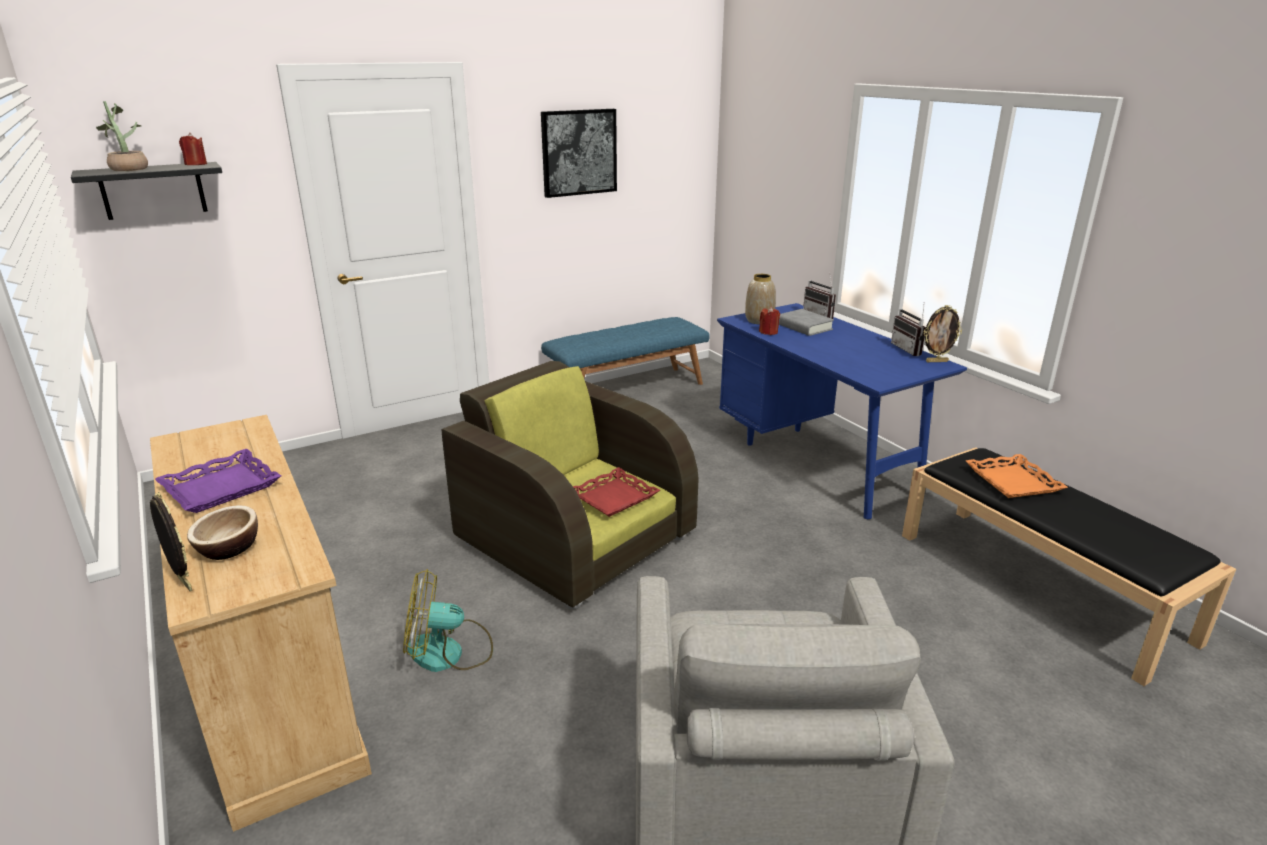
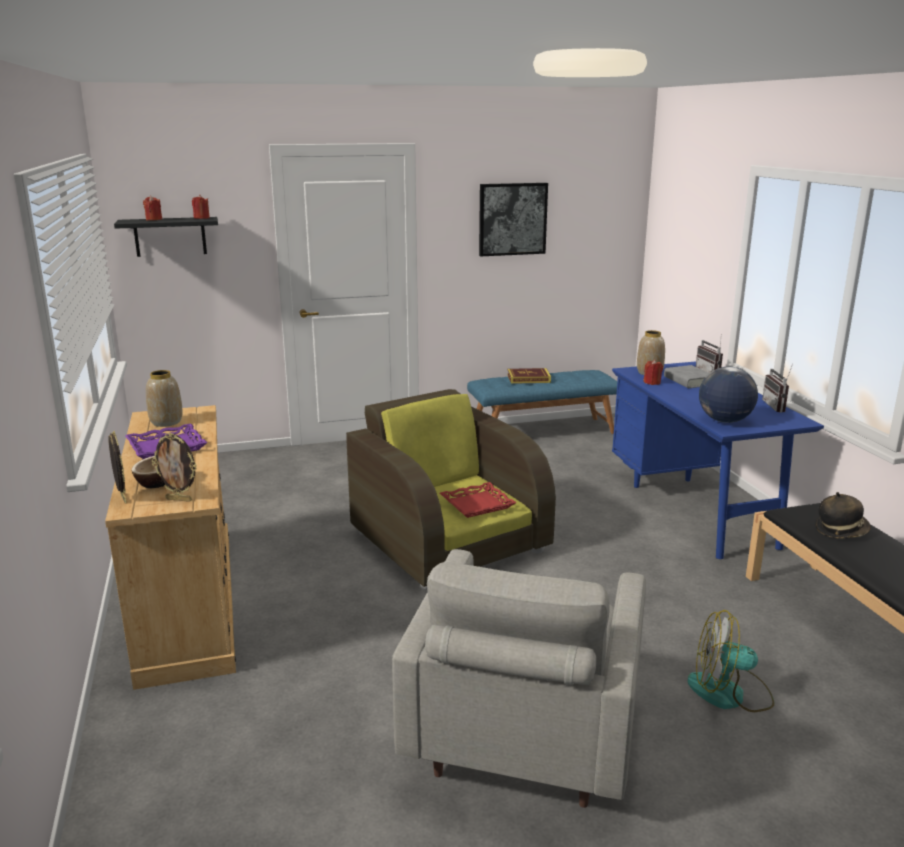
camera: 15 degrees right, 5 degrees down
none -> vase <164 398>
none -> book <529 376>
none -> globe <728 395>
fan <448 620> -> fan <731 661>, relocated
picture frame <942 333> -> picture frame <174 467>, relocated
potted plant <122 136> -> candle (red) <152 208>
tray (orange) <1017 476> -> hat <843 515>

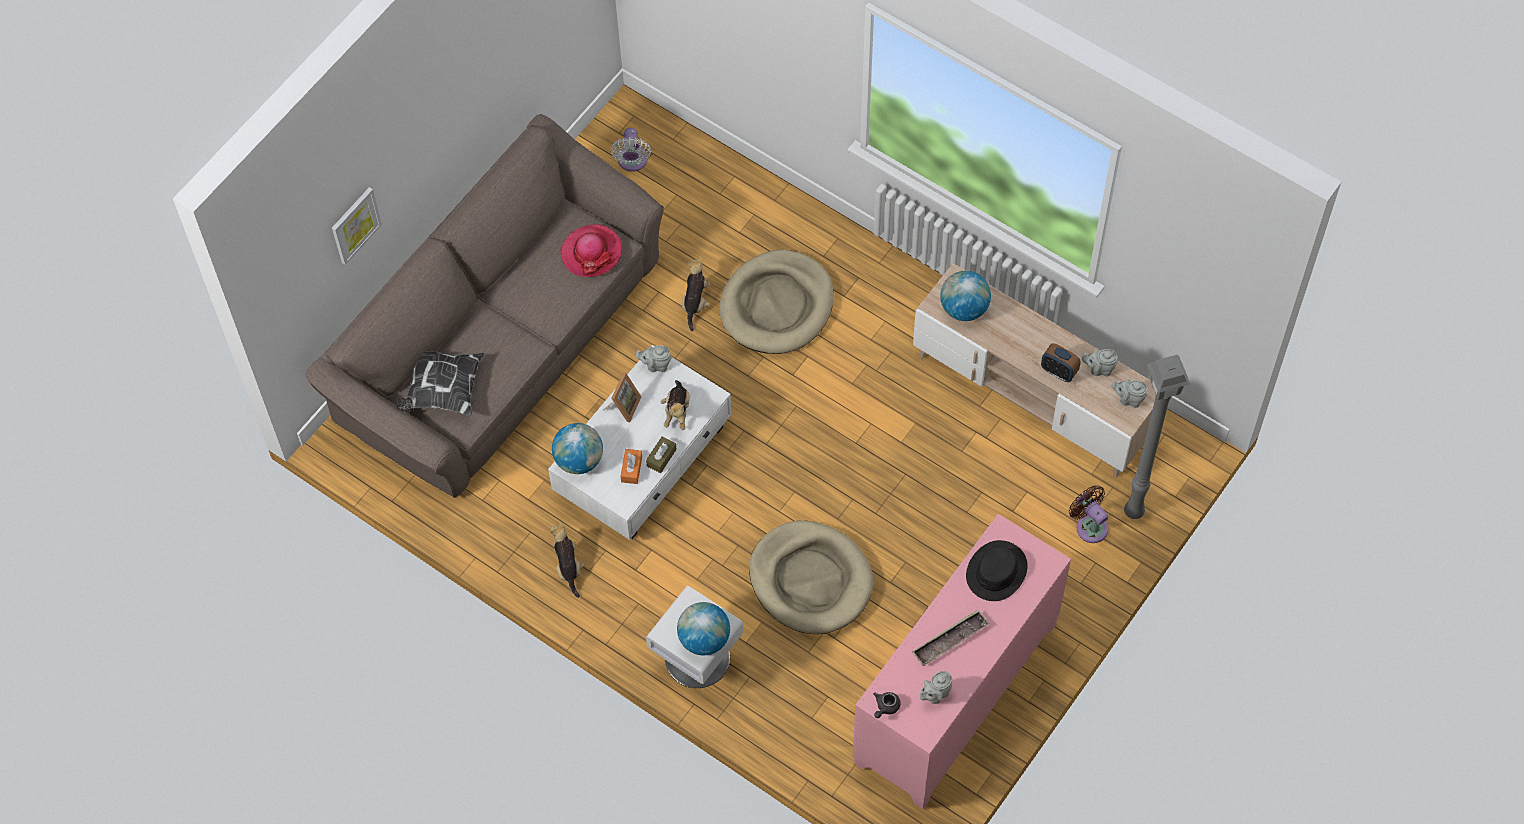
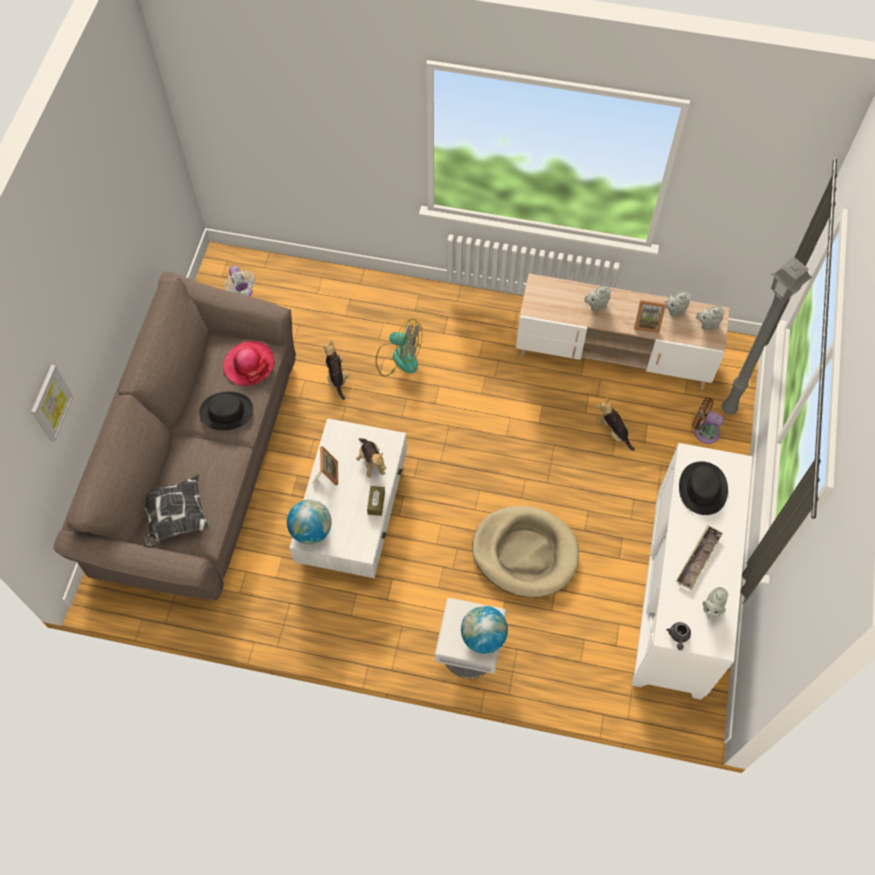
camera: 25 degrees left, 0 degrees up
tissue box (orange) <631 466> -> none
globe <965 296> -> none
none -> hat (black) <226 411>
plush toy <568 560> -> plush toy <615 424>, relocated
teapot (grey) <654 358> -> teapot (grey) <597 298>, relocated
dog bed (beige) <776 302> -> fan <399 348>
alarm clock <1061 362> -> picture frame <650 316>
cabinet (pink) <962 661> -> cabinet (white) <692 571>

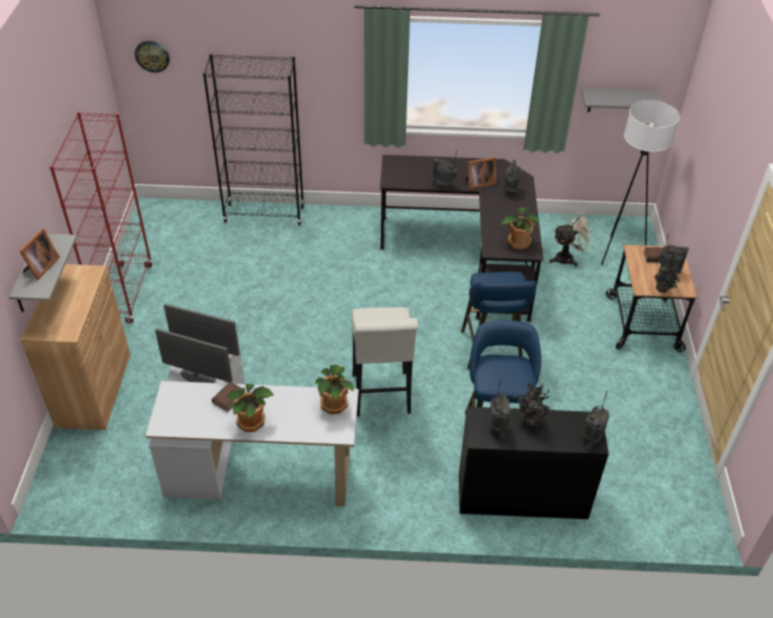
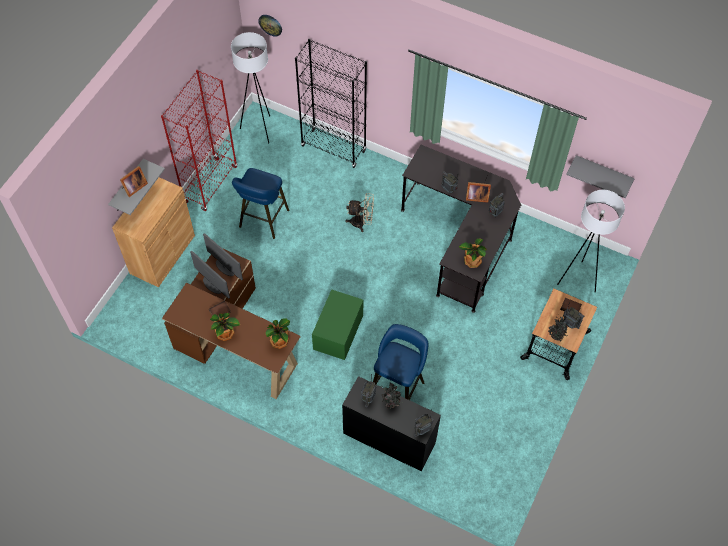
camera: 25 degrees right, 15 degrees up
none -> floor lamp (white) <250 88>
stool (blue) <499 321> -> stool (blue) <260 203>, relocated
fan (beige) <572 239> -> fan (beige) <359 212>, relocated
stool (white) <385 362> -> storage box (green) <337 324>
desk (white) <252 419> -> desk (brown) <231 323>

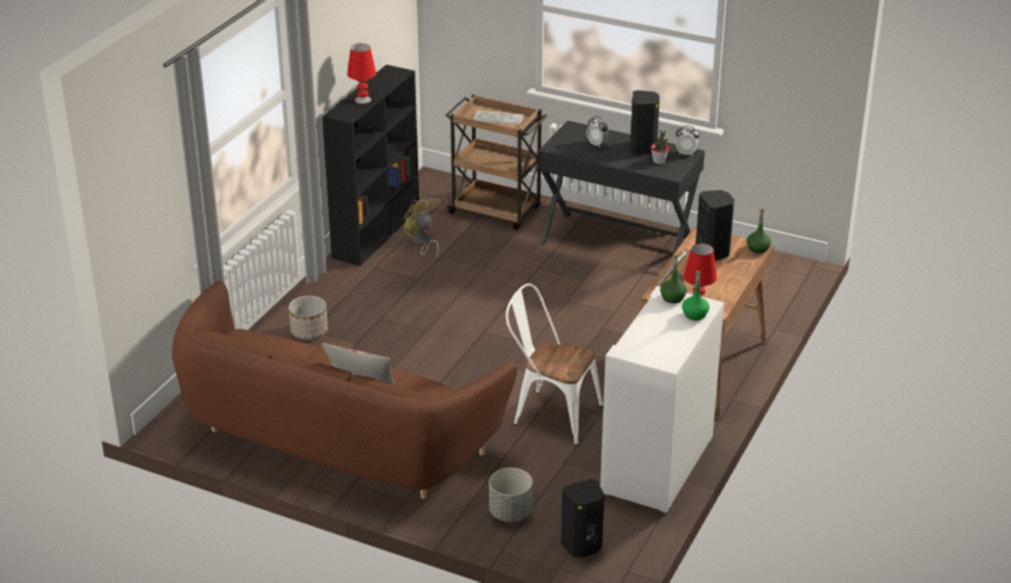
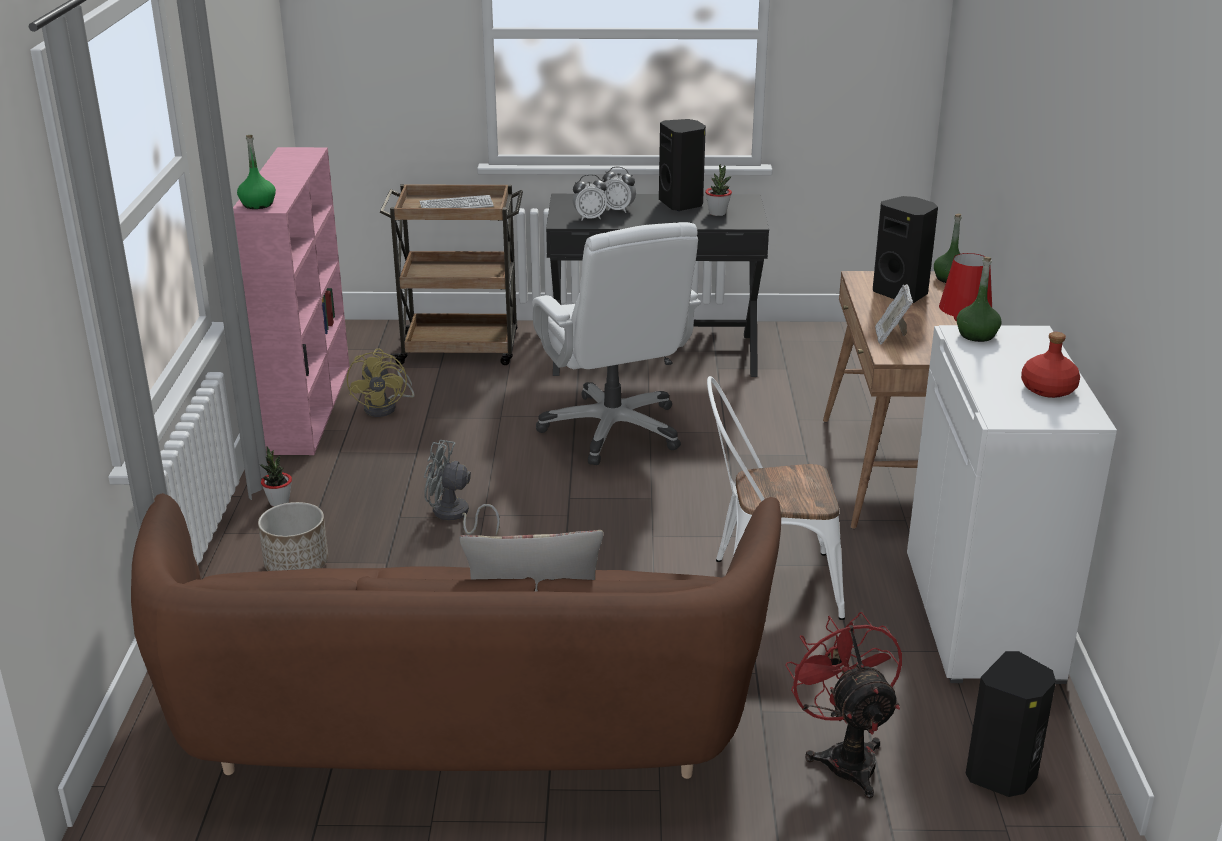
camera: 25 degrees left, 5 degrees down
table lamp (red) <361 73> -> none
none -> potted plant <276 476>
none -> fan (grey) <462 488>
none -> office chair (white) <616 343>
none -> bottle (red) <1050 365>
alarm clock <687 141> -> alarm clock <590 197>, relocated
bottle (green) <695 295> -> bottle (green) <256 172>, relocated
planter (grey) <511 495> -> fan (red) <844 705>
bookcase (black) <370 165> -> bookcase (pink) <291 301>
fan (yellow) <421 228> -> fan (yellow) <380 382>, 105 degrees counterclockwise

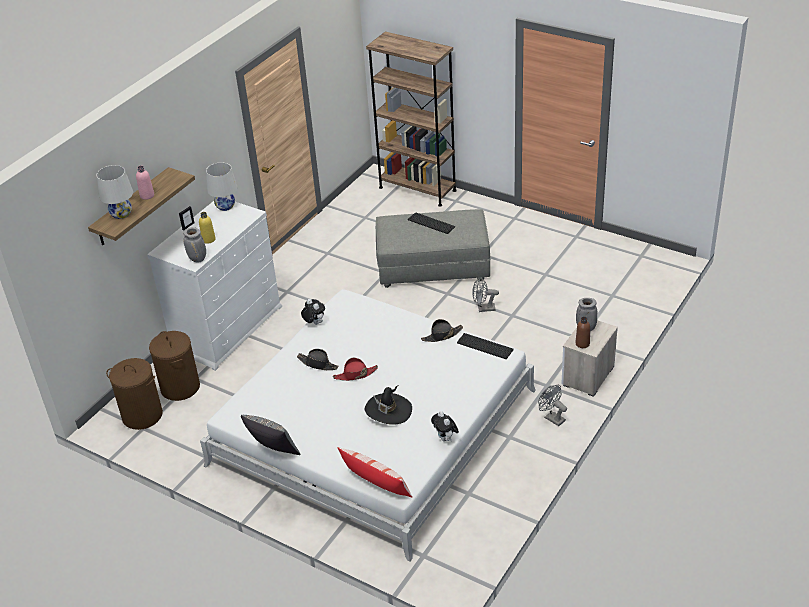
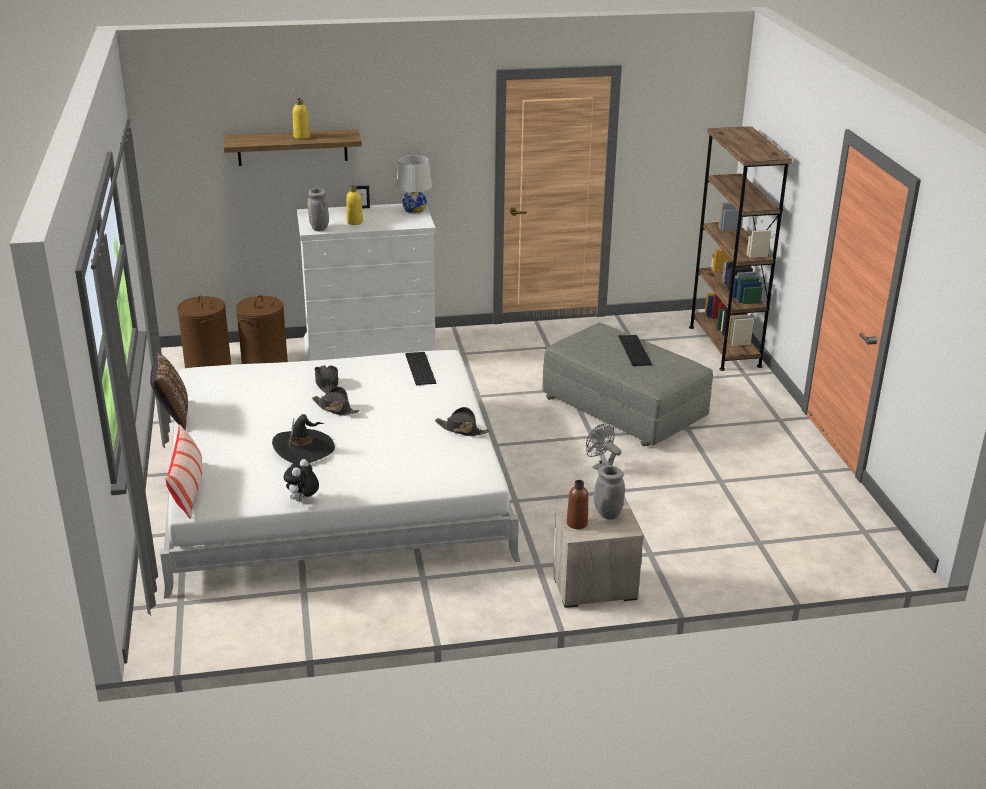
camera: 45 degrees right, 10 degrees down
table lamp (white) <114 192> -> none
plush toy <313 312> -> none
fan (grey) <552 405> -> none
keyboard <485 346> -> keyboard <420 369>, relocated
bottle (pink) <145 183> -> bottle (yellow) <301 118>
pillow (grey) <271 435> -> pillow (brown) <169 391>
hat (red) <355 369> -> hat (black) <336 401>

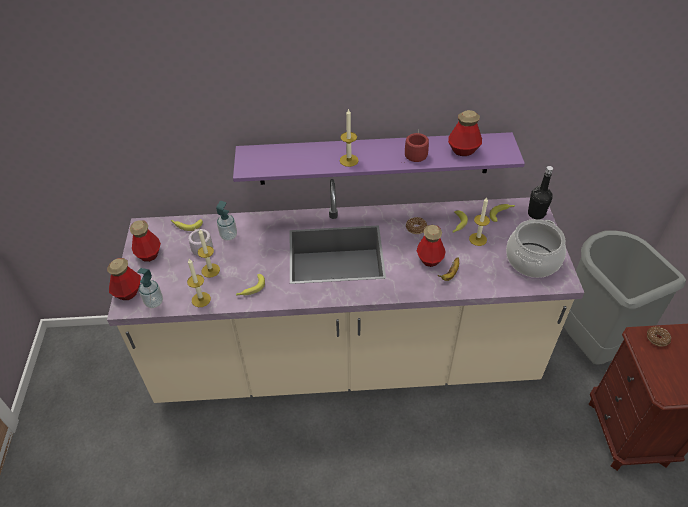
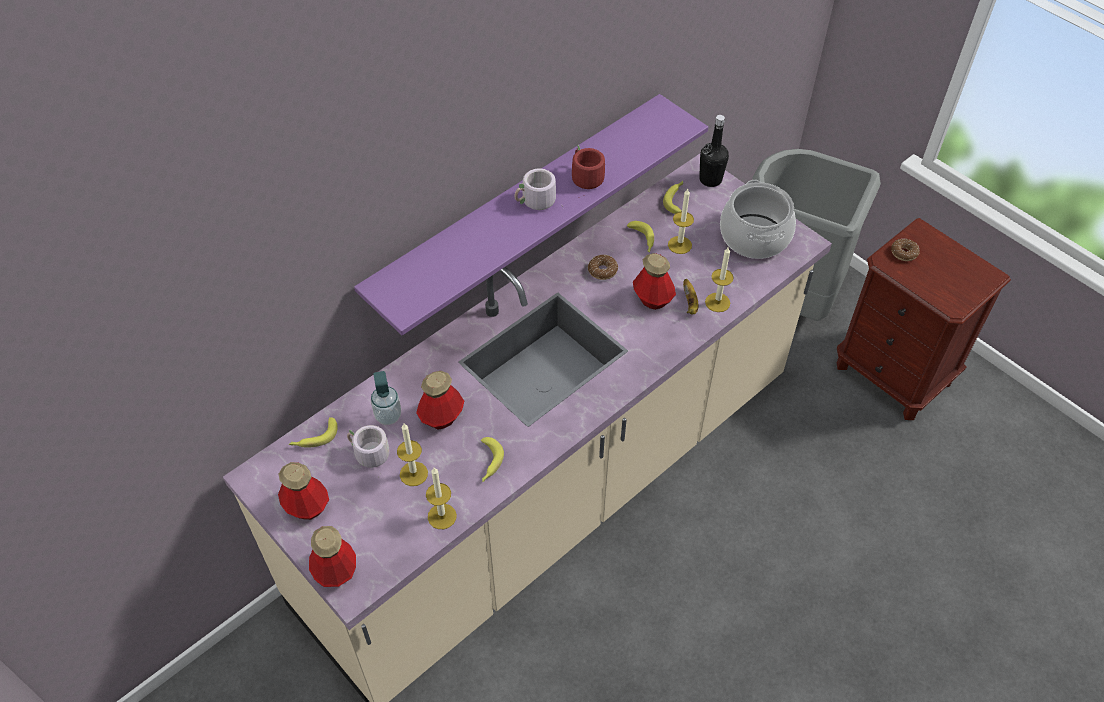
camera: 40 degrees left, 5 degrees up
soap dispenser <150 288> -> none
none -> mug (grey) <538 189>
candle <349 137> -> candle <719 279>, relocated
bottle <465 133> -> bottle <440 400>, relocated

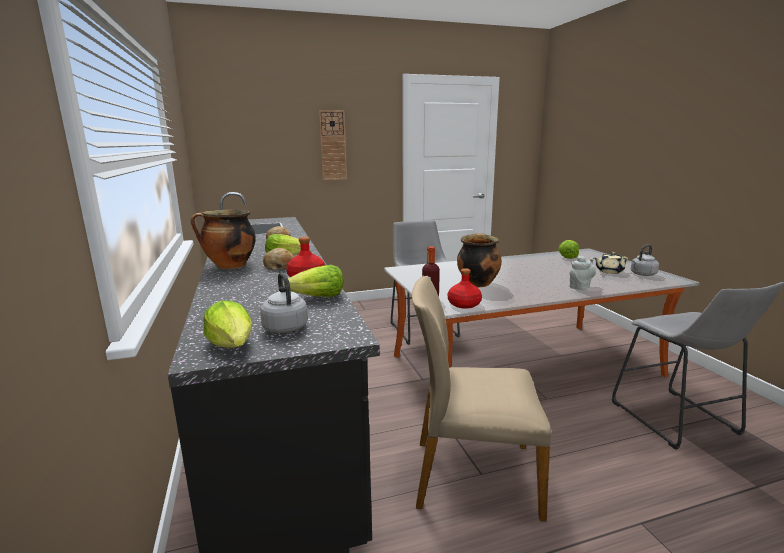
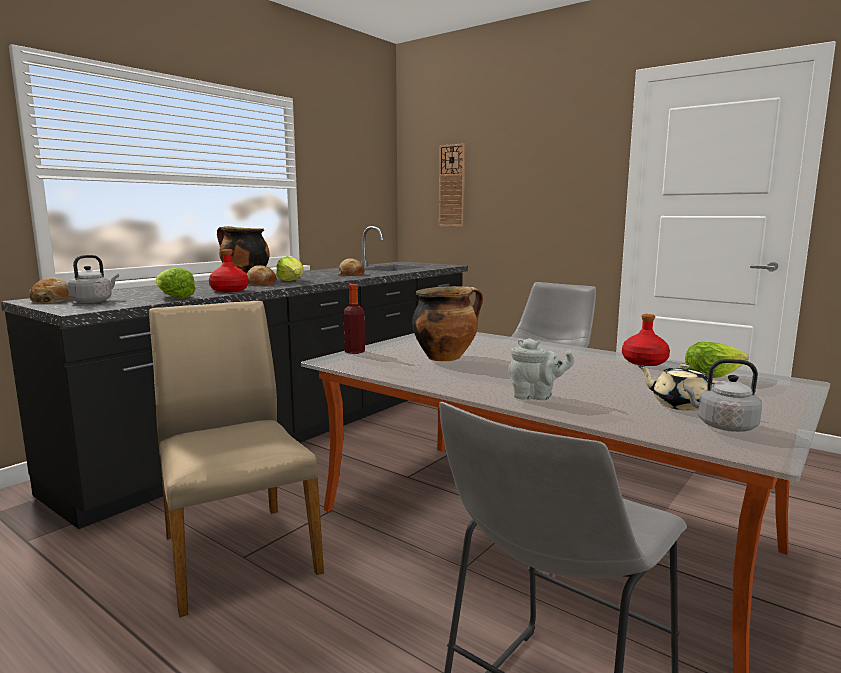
camera: 55 degrees right, 5 degrees down
wall clock <333 145> -> wall clock <452 185>, relocated
bottle (red) <465 288> -> bottle (red) <646 340>, relocated
lettuce <227 324> -> bread <50 290>

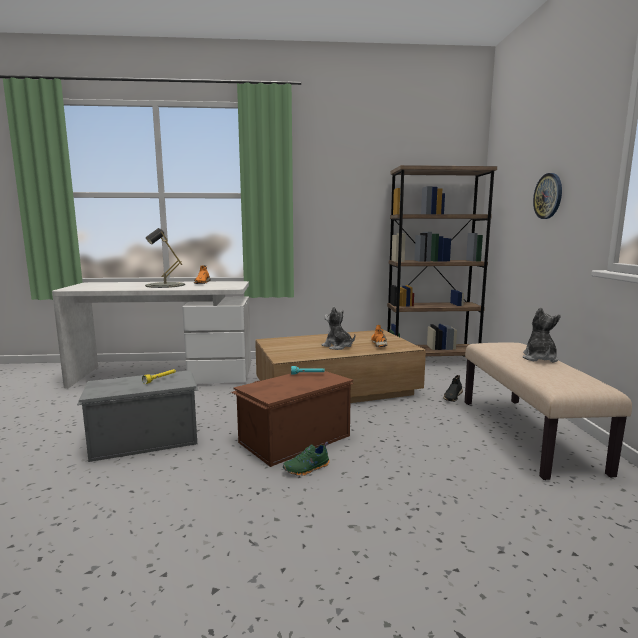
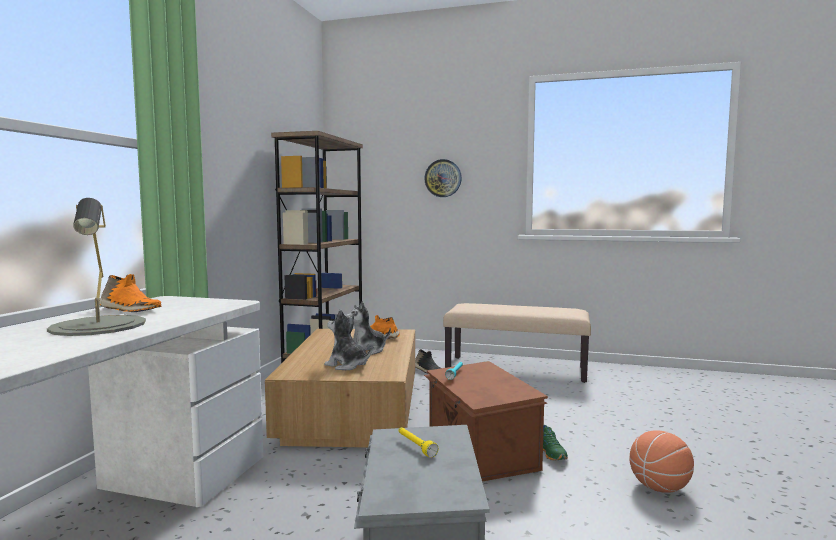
camera: 70 degrees left, 5 degrees down
none -> basketball <662 461>
plush toy <542 335> -> plush toy <348 339>, relocated

